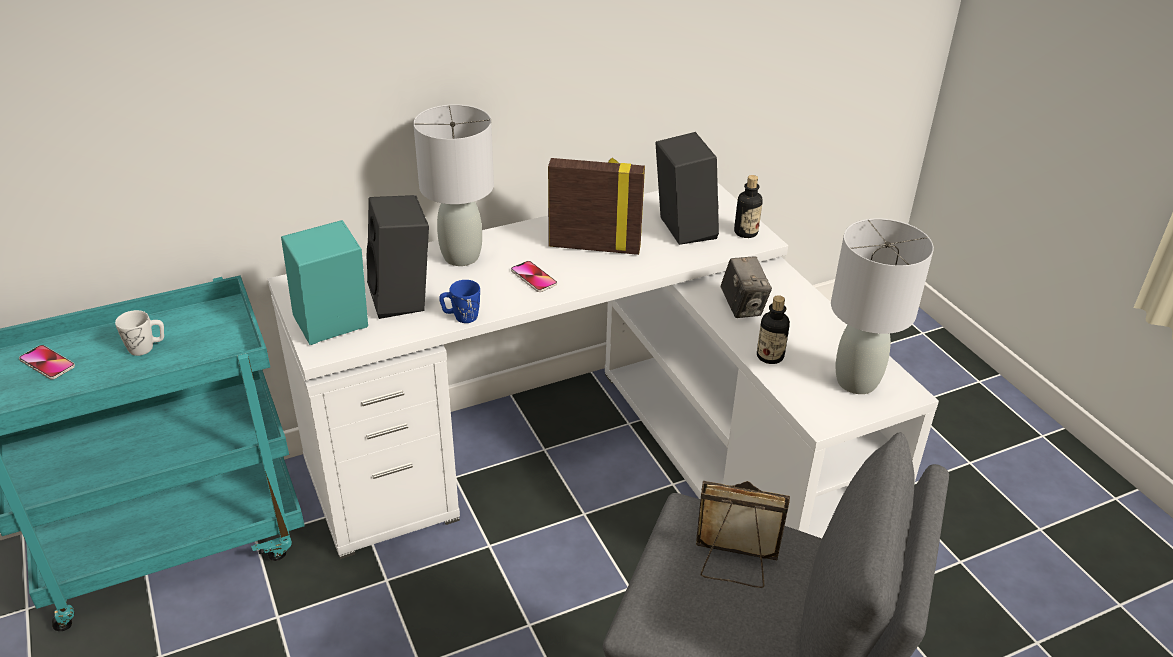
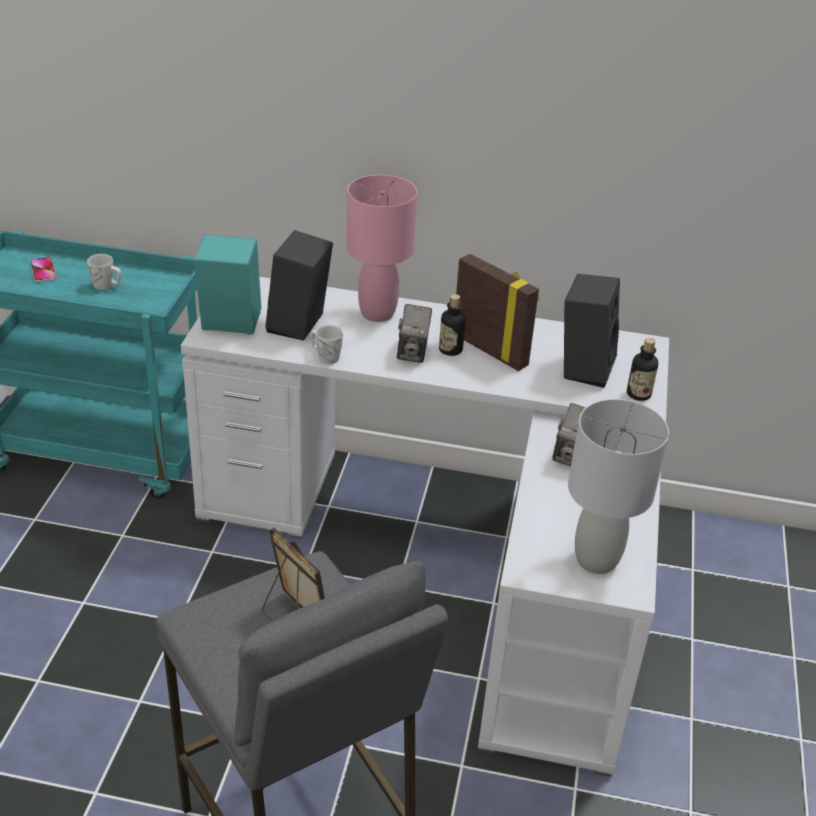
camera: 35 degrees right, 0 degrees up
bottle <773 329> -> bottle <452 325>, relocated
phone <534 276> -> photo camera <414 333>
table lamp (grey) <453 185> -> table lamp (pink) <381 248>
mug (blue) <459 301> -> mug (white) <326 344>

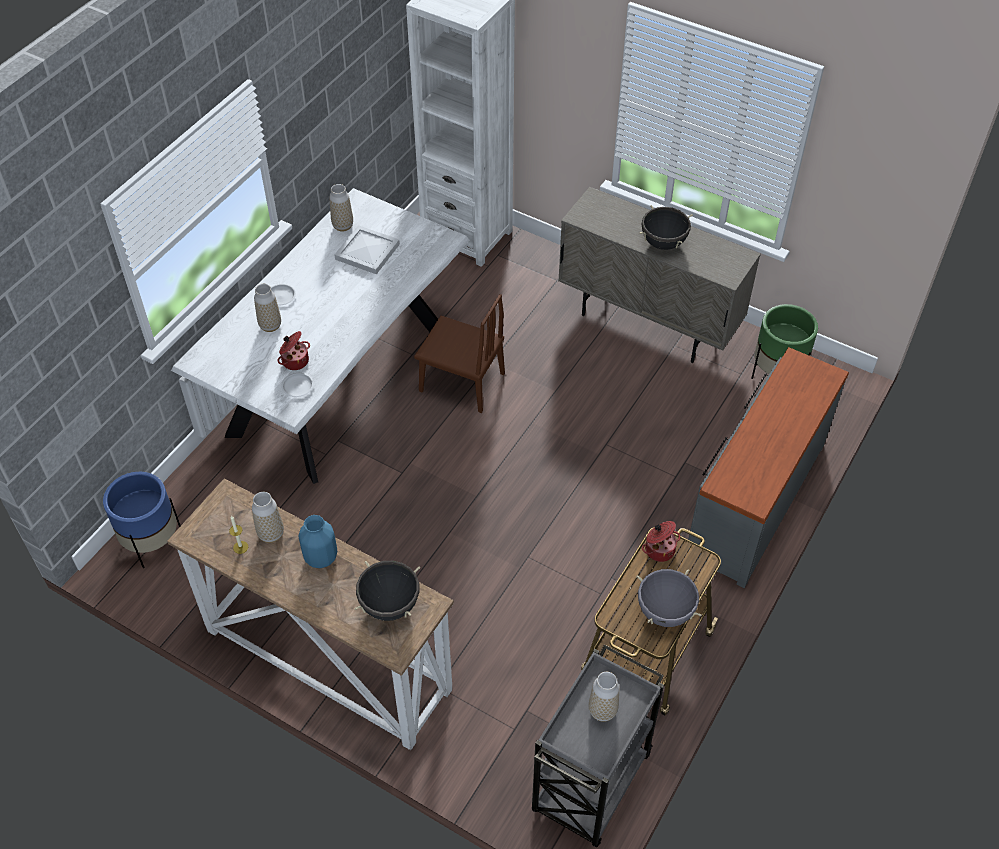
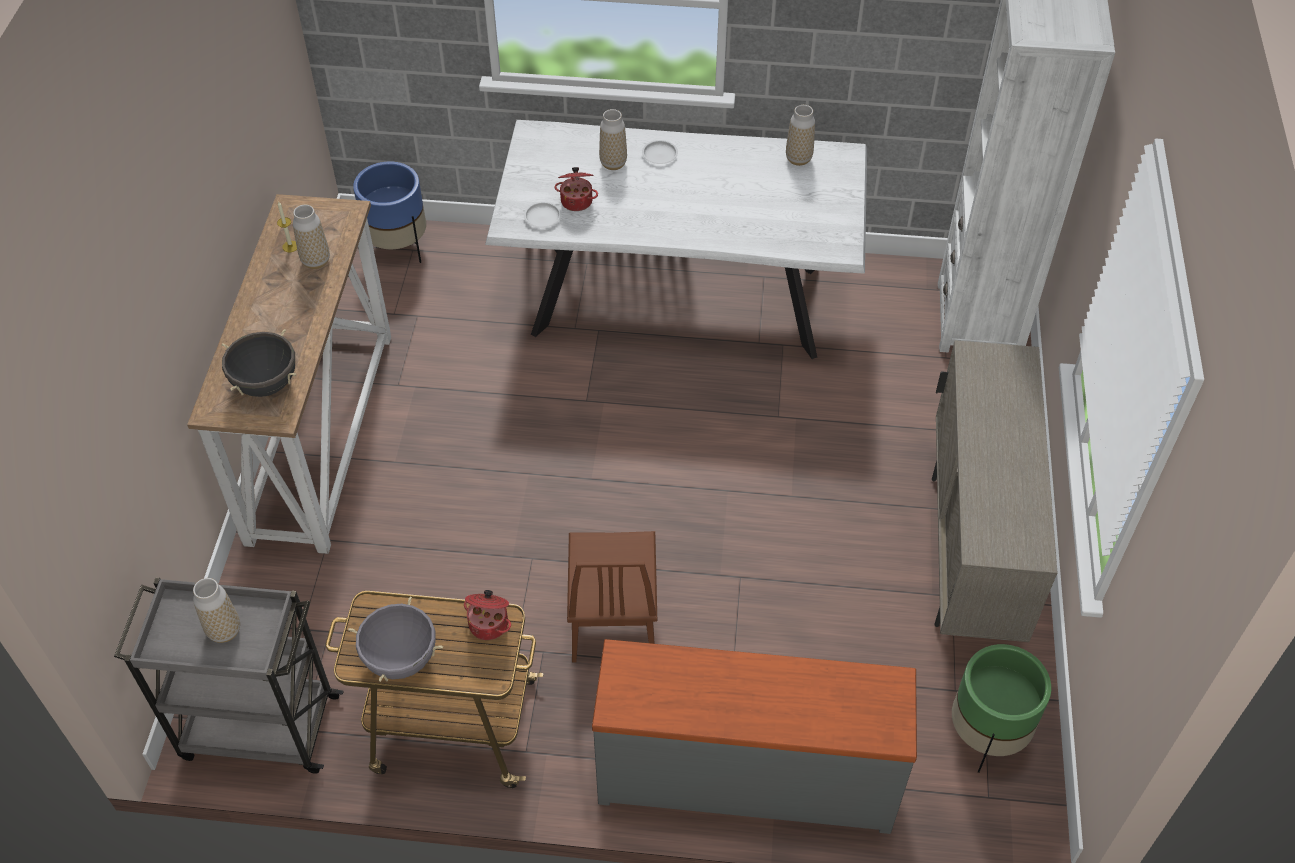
camera: 65 degrees right, 0 degrees up
vase (blue) <318 541> -> none
tray (white) <367 249> -> none
cooking pot (black) <666 227> -> none
chair (brown) <459 353> -> chair (brown) <612 597>, relocated

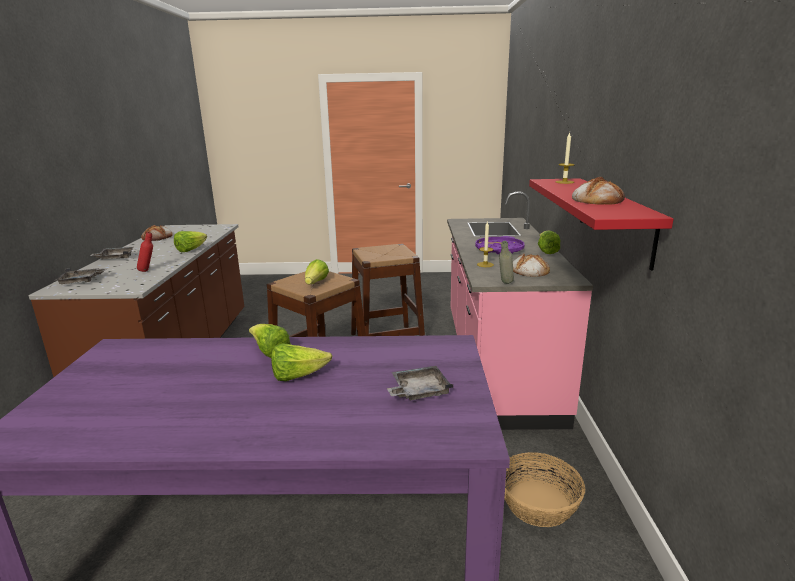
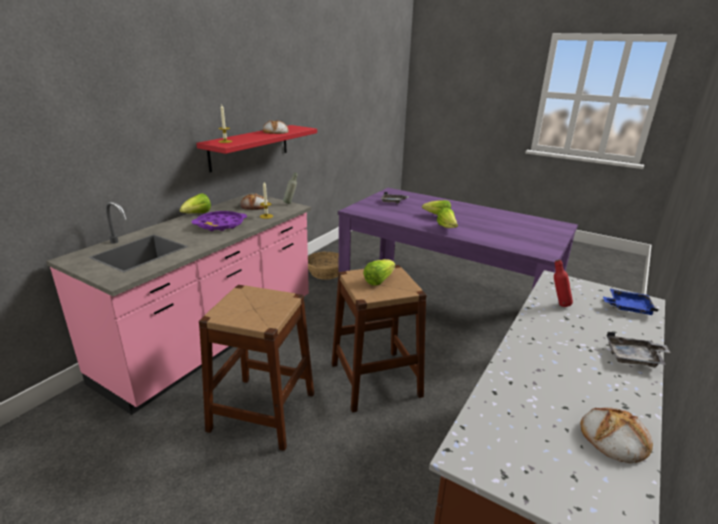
camera: 150 degrees left, 5 degrees up
lettuce <190 241> -> none
tray (grey) <81 276> -> tray (blue) <630 302>

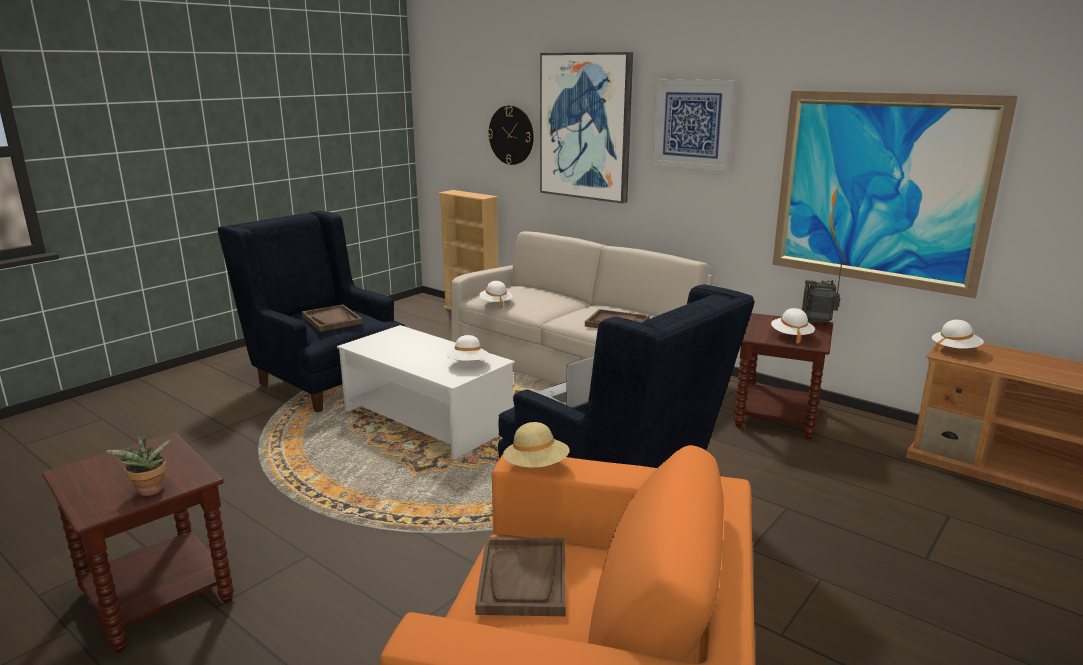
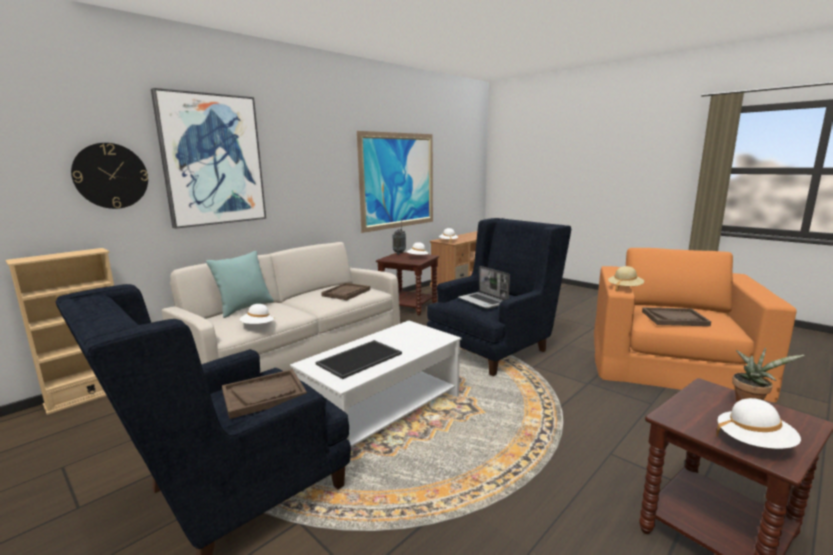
camera: 85 degrees left, 5 degrees down
picture <694 125> -> none
none -> pillow (turquoise) <240 284>
none -> tray <359 359>
hat (white) <467 348> -> hat (white) <758 423>, relocated

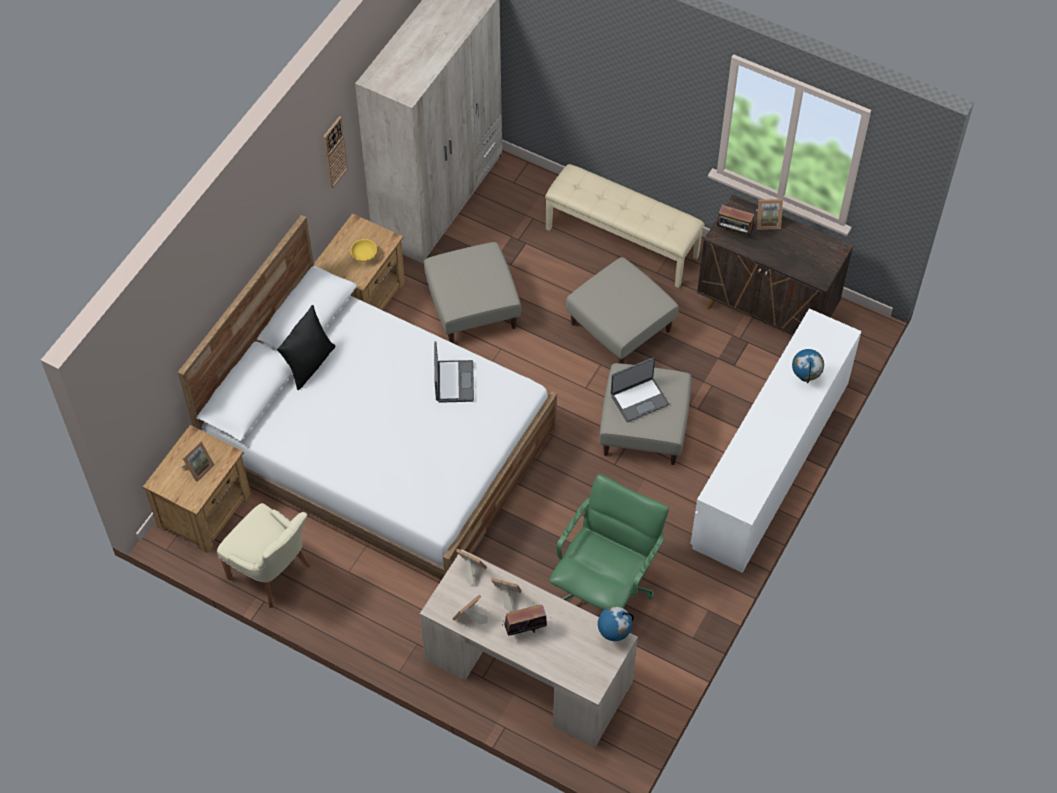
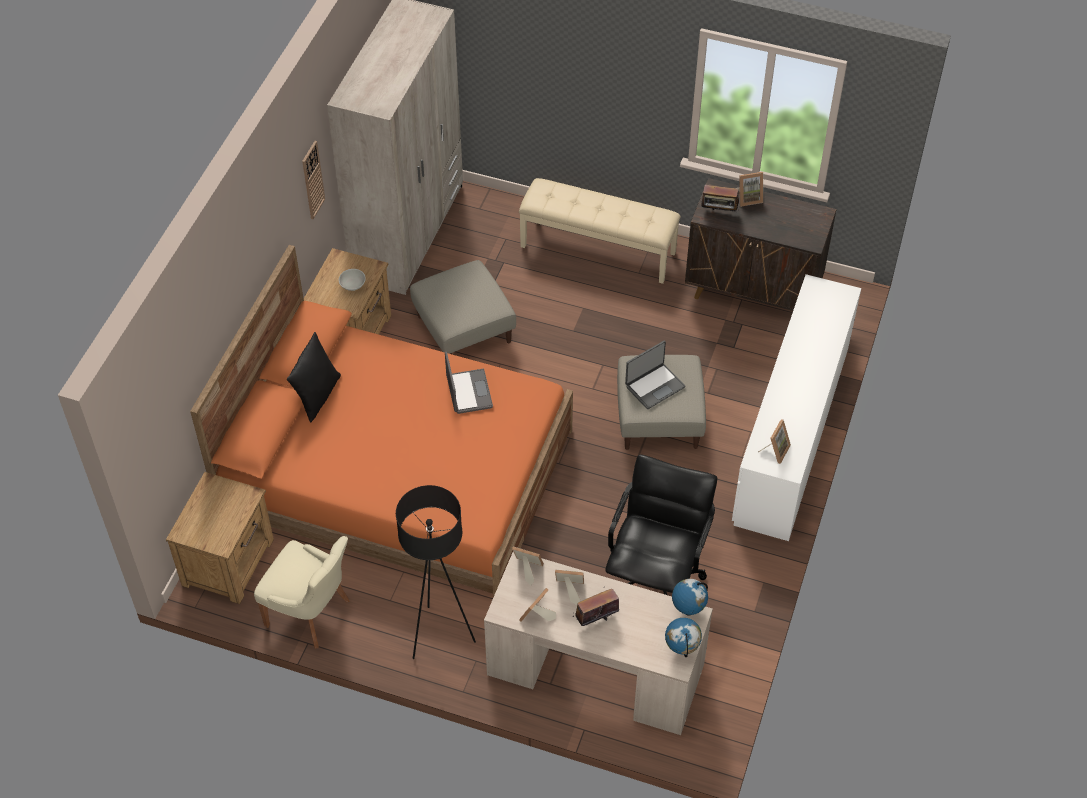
camera: 10 degrees left, 5 degrees down
ottoman (beige) <622 310> -> none
none -> floor lamp (black) <436 572>
picture frame <197 461> -> picture frame <774 441>, relocated
globe <808 366> -> globe <683 637>, relocated
bed (white) <367 397> -> bed (orange) <381 421>
bowl (yellow) <364 250> -> bowl (white) <352 280>
office chair (green) <609 542> -> office chair (black) <661 525>

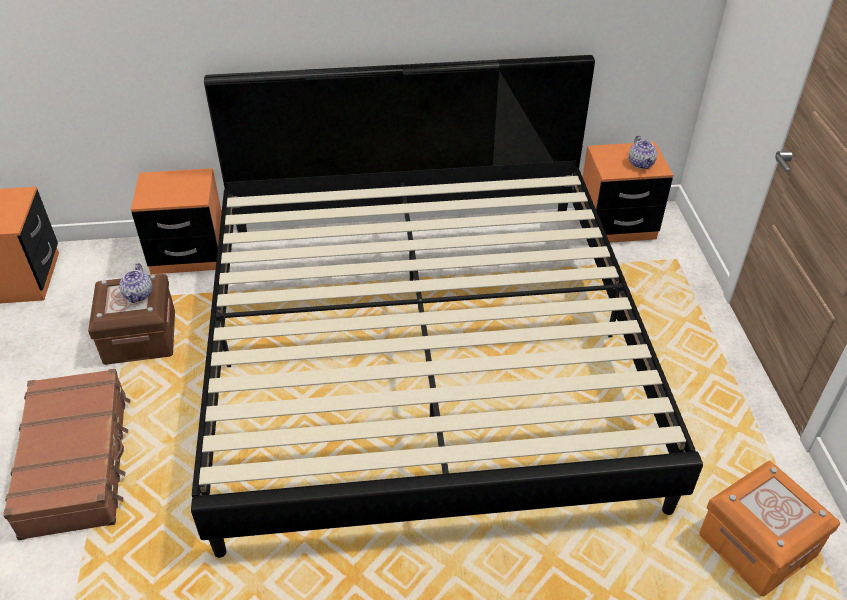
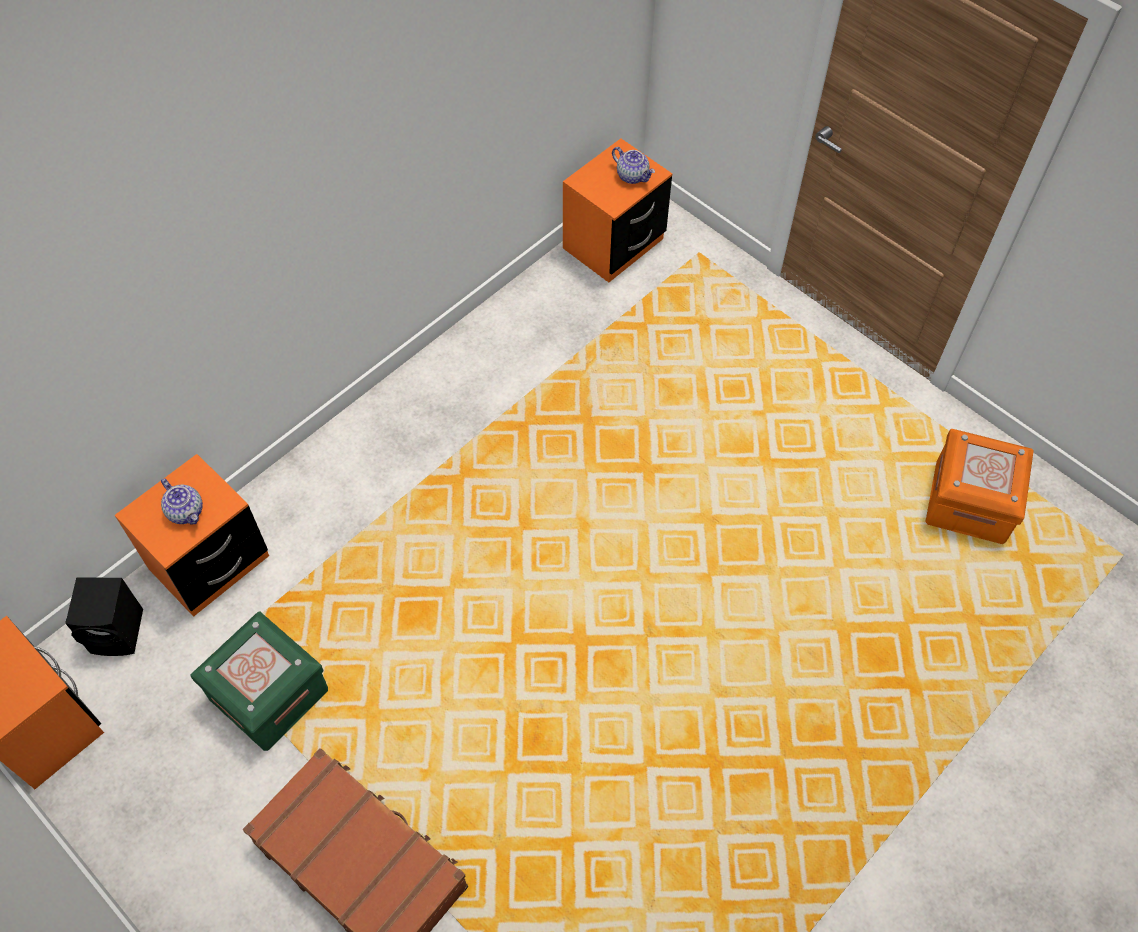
camera: 40 degrees left, 15 degrees up
bed <447 306> -> none
none -> speaker (black) <104 616>
teapot <136 283> -> teapot <182 501>, relocated
storage box (brown) <131 319> -> storage box (green) <259 681>

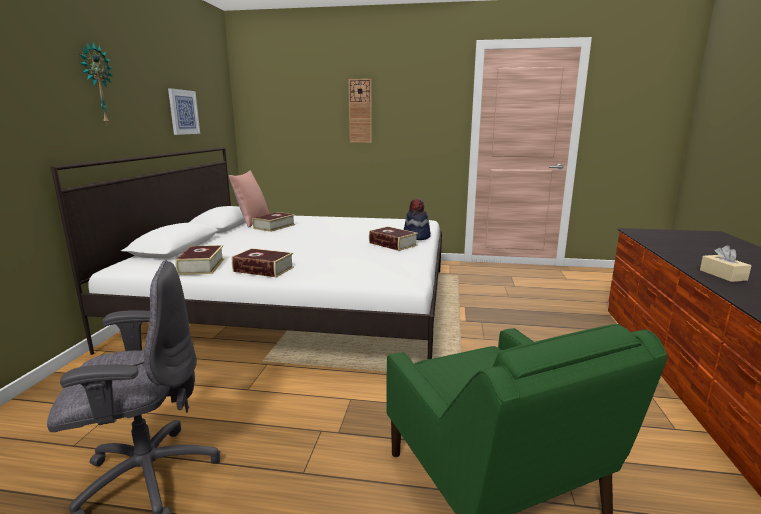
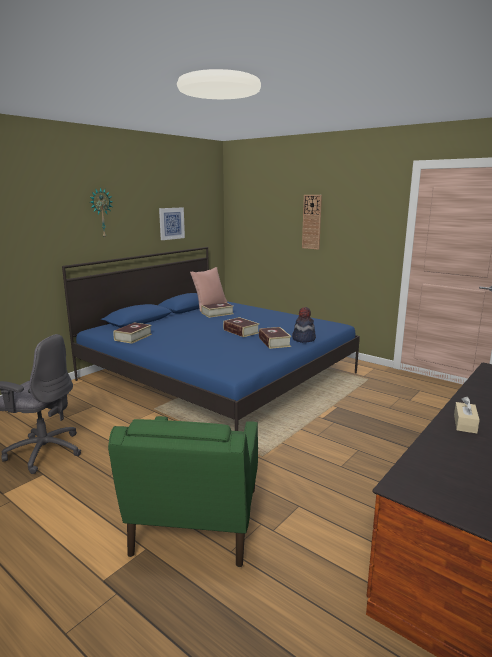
camera: 30 degrees right, 0 degrees up
book <263 262> -> book <241 327>, relocated
bed (white) <246 253> -> bed (blue) <211 339>

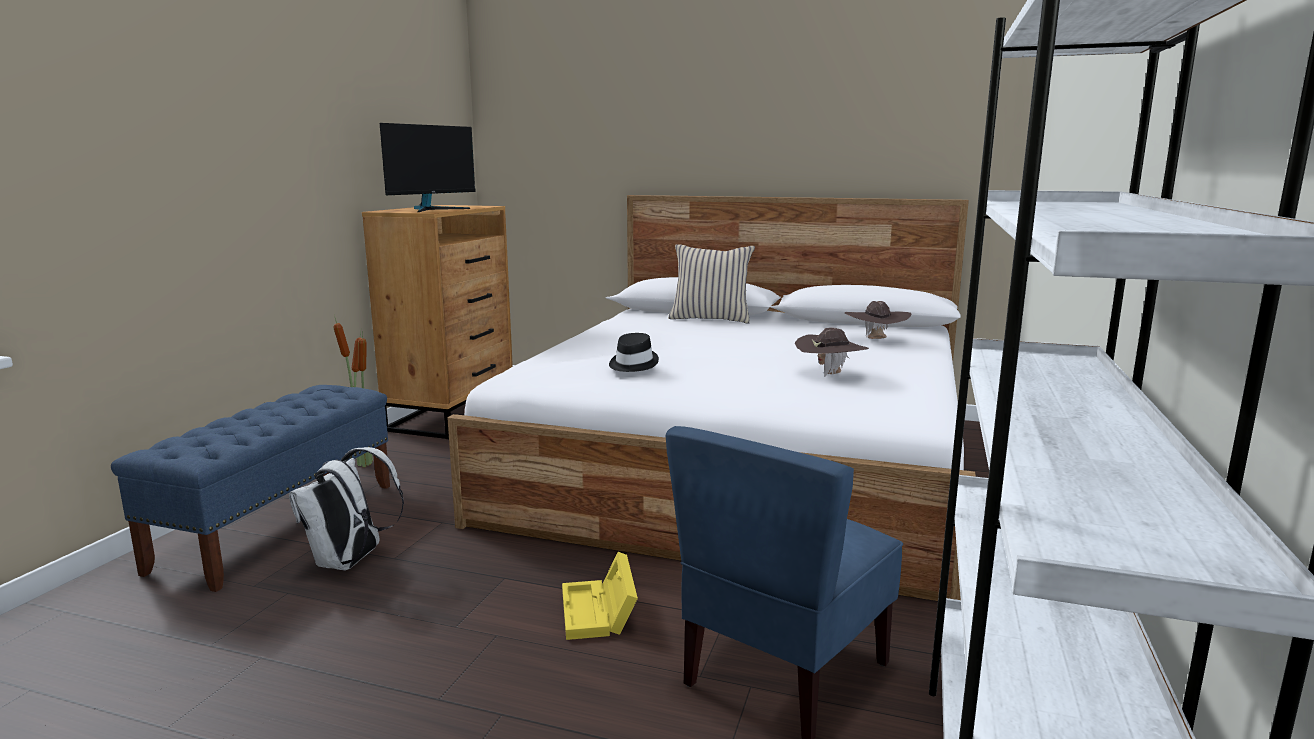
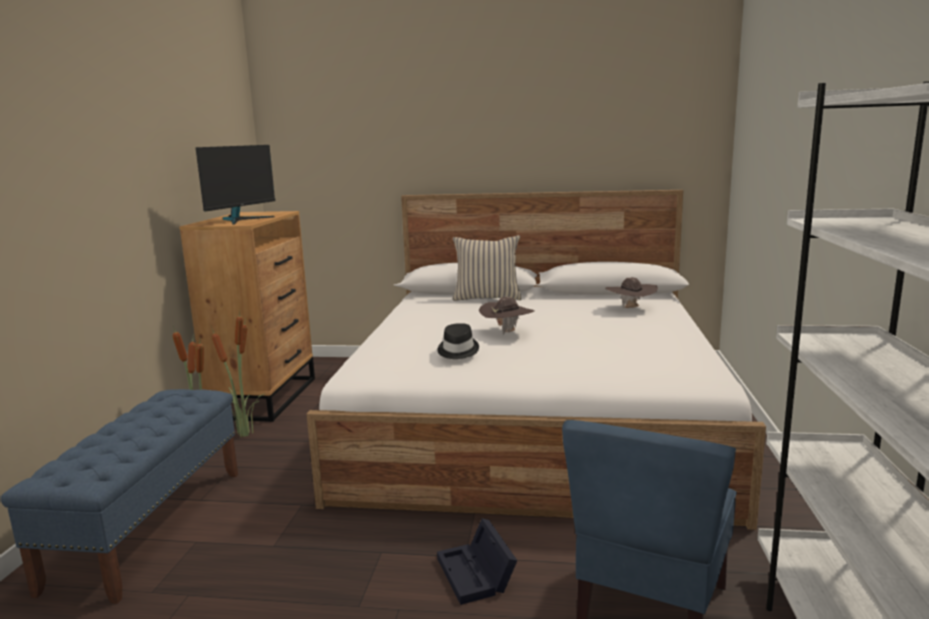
camera: 10 degrees left, 0 degrees up
backpack (white) <346 509> -> none
none -> potted plant <238 375>
hat (brown) <832 352> -> hat (brown) <506 316>, relocated
storage box (yellow) <600 596> -> storage box (black) <477 561>

